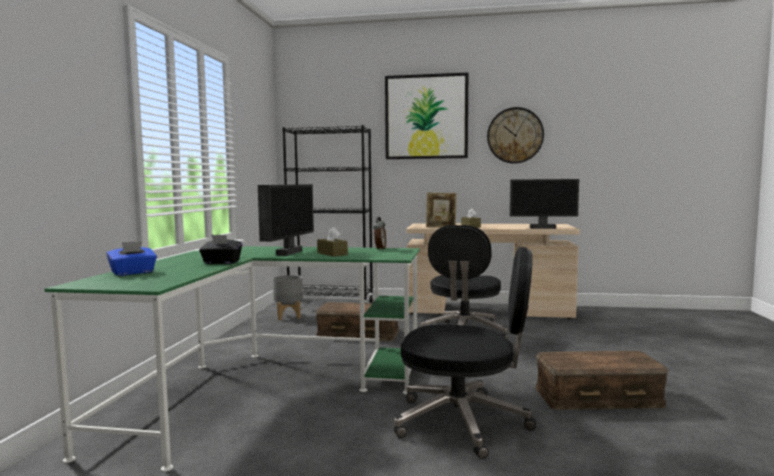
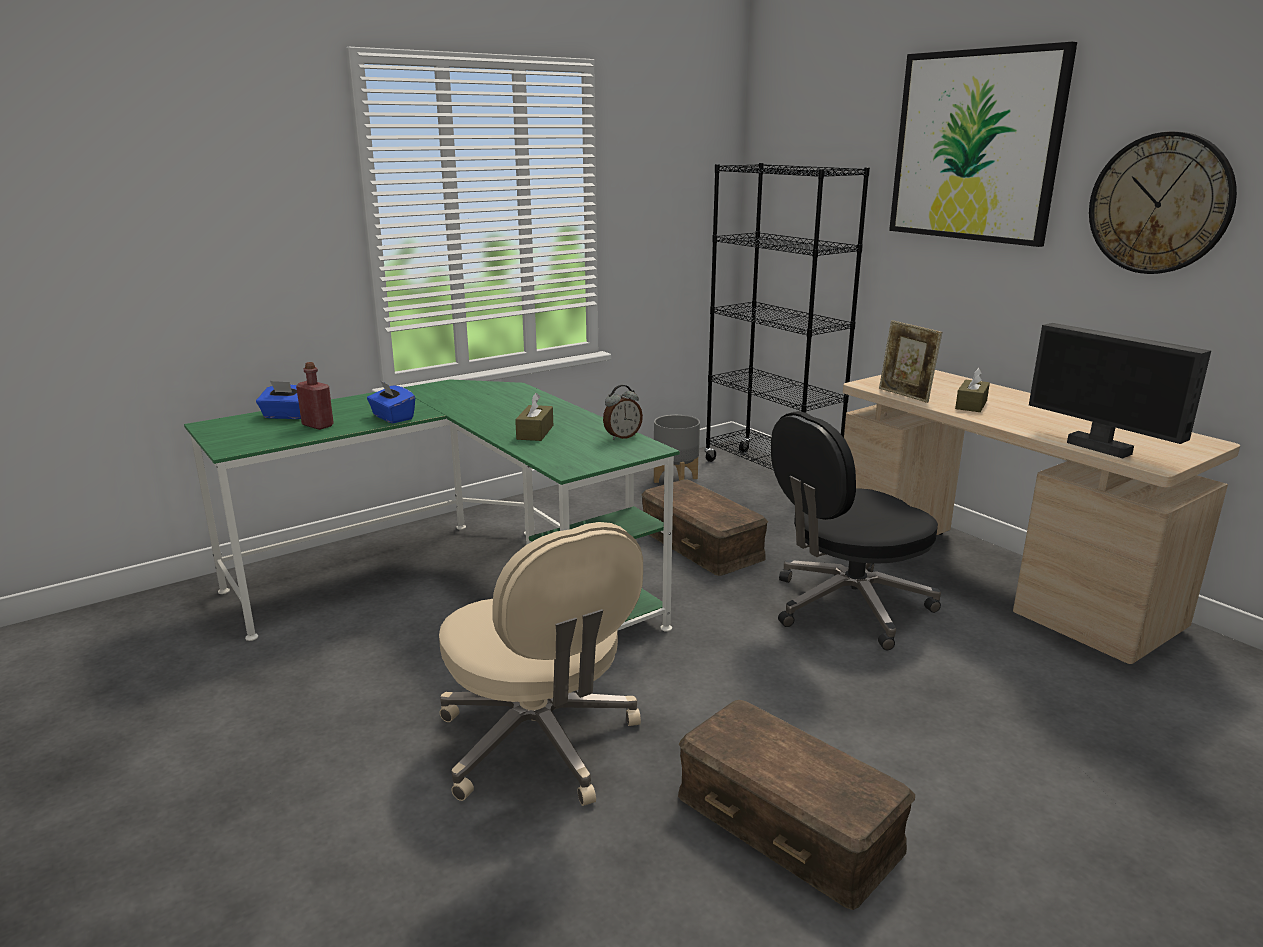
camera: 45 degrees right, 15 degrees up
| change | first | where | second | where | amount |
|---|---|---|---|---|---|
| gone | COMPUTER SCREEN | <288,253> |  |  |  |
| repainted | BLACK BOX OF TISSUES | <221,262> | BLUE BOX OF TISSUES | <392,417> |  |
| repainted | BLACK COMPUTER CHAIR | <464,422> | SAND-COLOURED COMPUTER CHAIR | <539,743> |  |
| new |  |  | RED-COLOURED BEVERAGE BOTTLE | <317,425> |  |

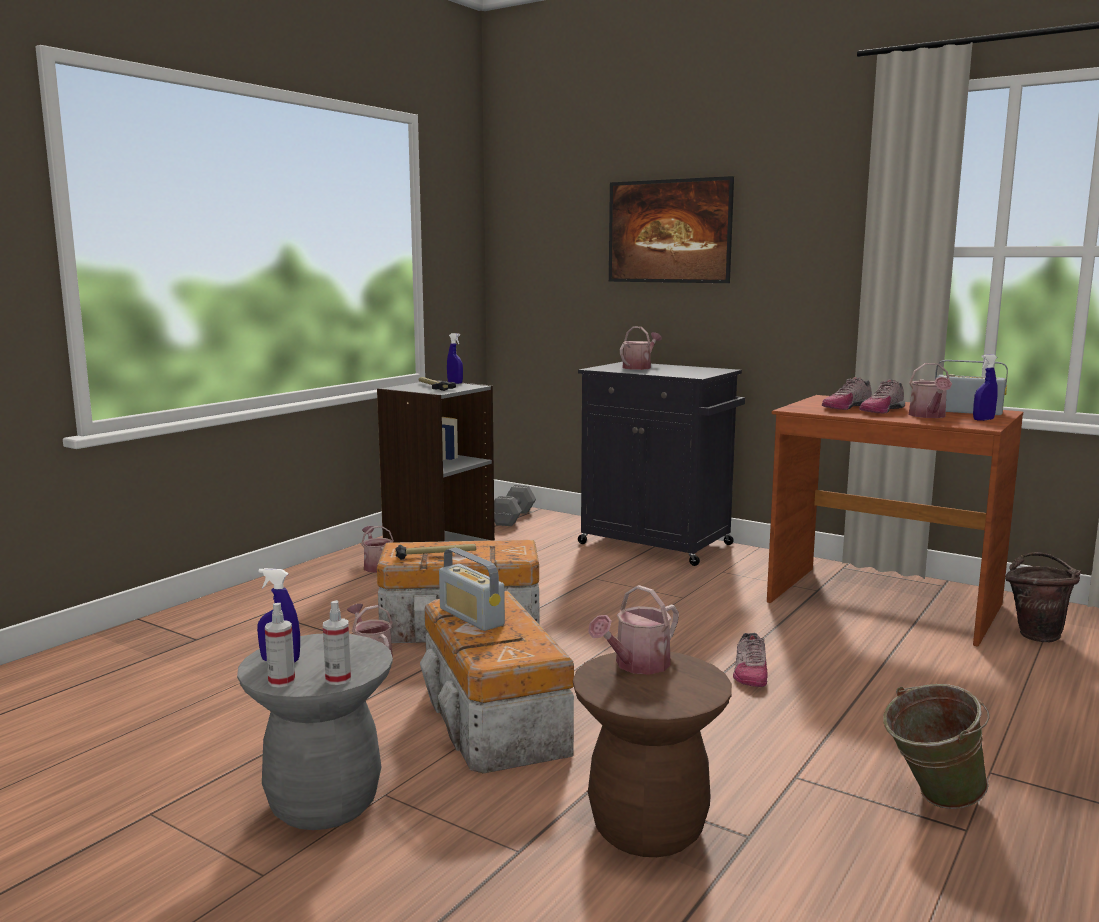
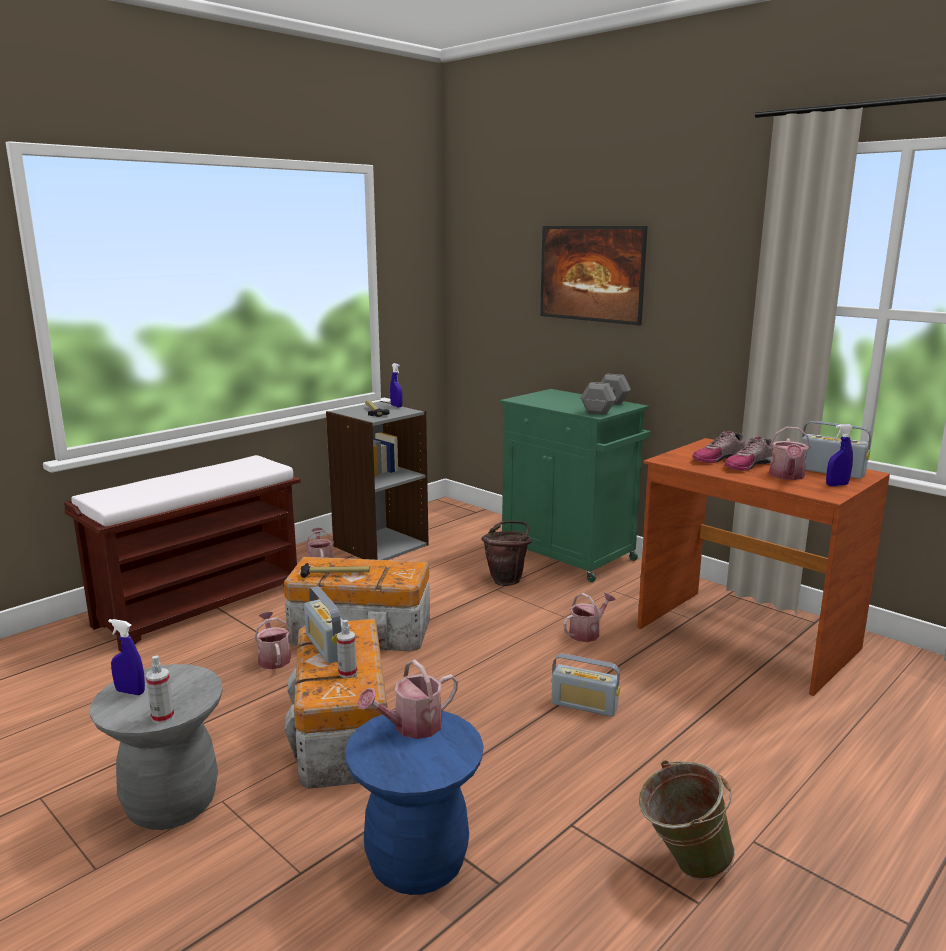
camera: 10 degrees right, 5 degrees up
| change | first | where | second | where | amount |
|---|---|---|---|---|---|
| shifted | WATERING POT | <639,367> |  | <587,633> |  |
| repainted | BLACK CABINET | <658,544> | GREENISH CABINET | <570,556> |  |
| shifted | GRAY DUMBBELL | <511,518> |  | <604,408> |  |
| shifted | BROWN-COLOURED BUCKET | <1036,634> |  | <507,579> |  |
| shifted | HAND SPRAYER | <281,681> |  | <347,673> |  |
| swapped | ITEM OF FOOTWEAR | <749,672> | RADIO RECEIVER | <584,705> |  |
| repainted | BROWN-COLOURED STOOL | <648,828> | BLUE STOOL | <417,863> |  |
| new |  |  | BROWN-COLOURED BENCH | <201,605> |  |

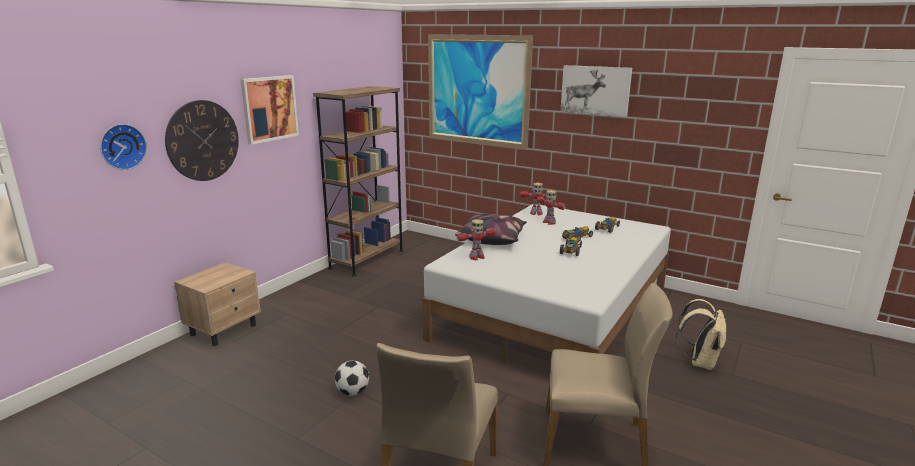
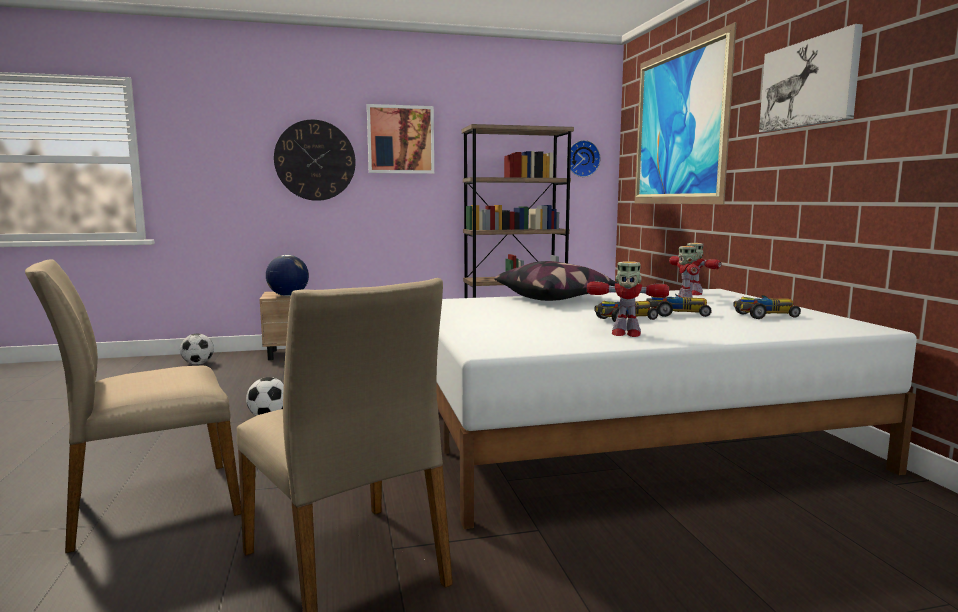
camera: 45 degrees right, 10 degrees down
| change | first | where | second | where | amount |
|---|---|---|---|---|---|
| shifted | HANGING CLOCK | <122,146> |  | <582,158> |  |
| shifted | TOY ROBOT | <476,257> |  | <625,334> |  |
| gone | SAND-COLOURED KNAPSACK | <700,362> |  |  |  |
| new |  |  | GLOBE | <288,295> |  |
| new |  |  | BALL FOR FOOTBALL | <198,364> |  |

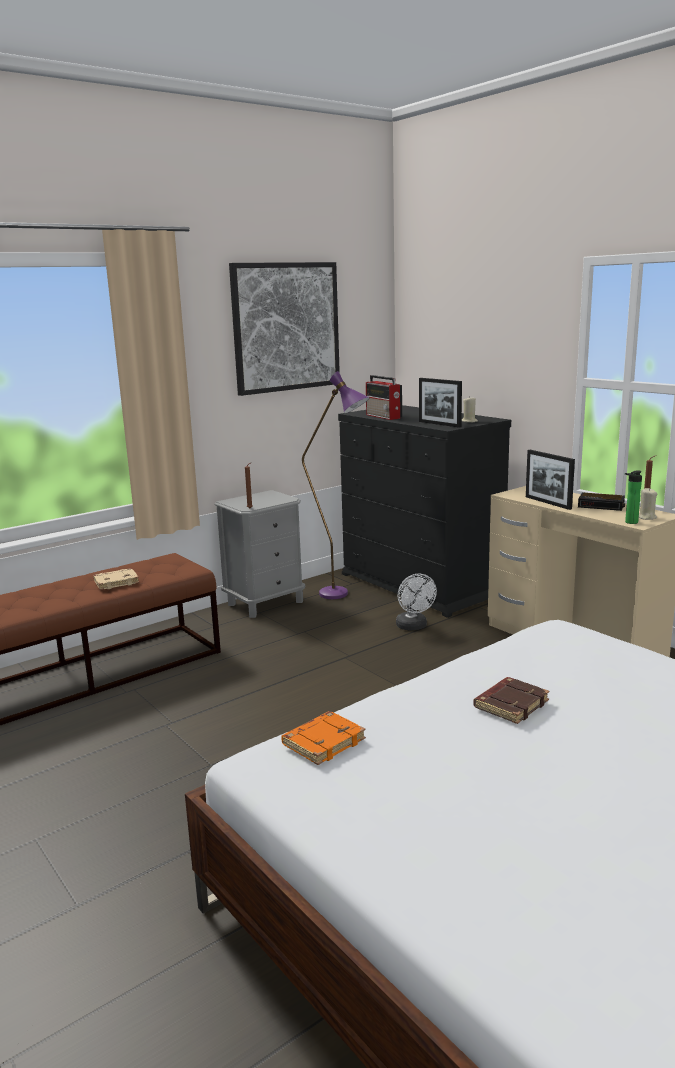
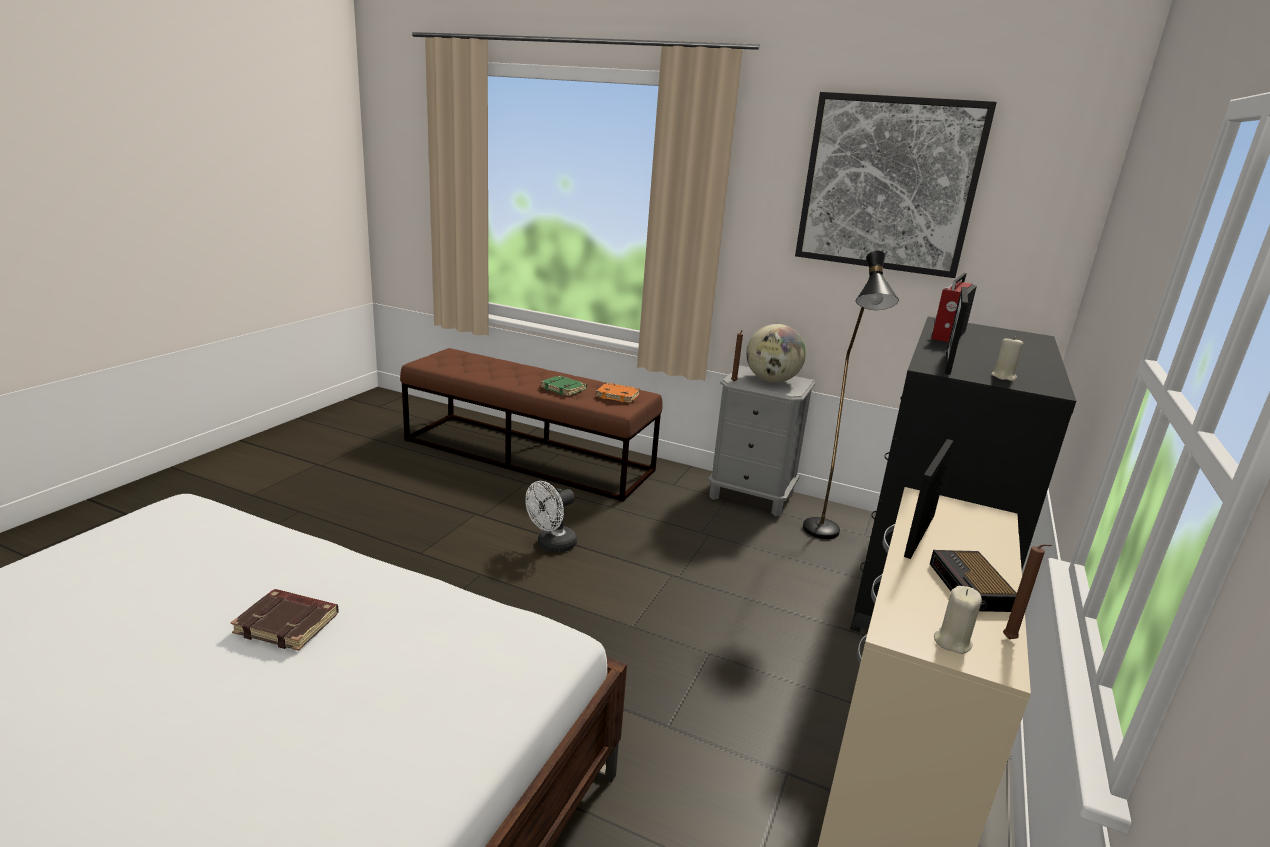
camera: 60 degrees right, 5 degrees up
| change | first | where | second | where | amount |
|---|---|---|---|---|---|
| repainted | PURPLE STANDARD LAMP | <343,595> | BLACK STANDARD LAMP | <823,537> |  |
| gone | BEVERAGE BOTTLE | <630,522> |  |  |  |
| repainted | SAND-COLOURED VOLUME | <116,582> | GREENISH VOLUME | <564,389> |  |
| shifted | WHITE-COLOURED COOLING FAN | <413,627> |  | <552,545> |  |
| shifted | ORANGE-COLOURED VOLUME | <323,742> |  | <618,396> |  |
| new |  |  | GLOBE | <771,381> |  |

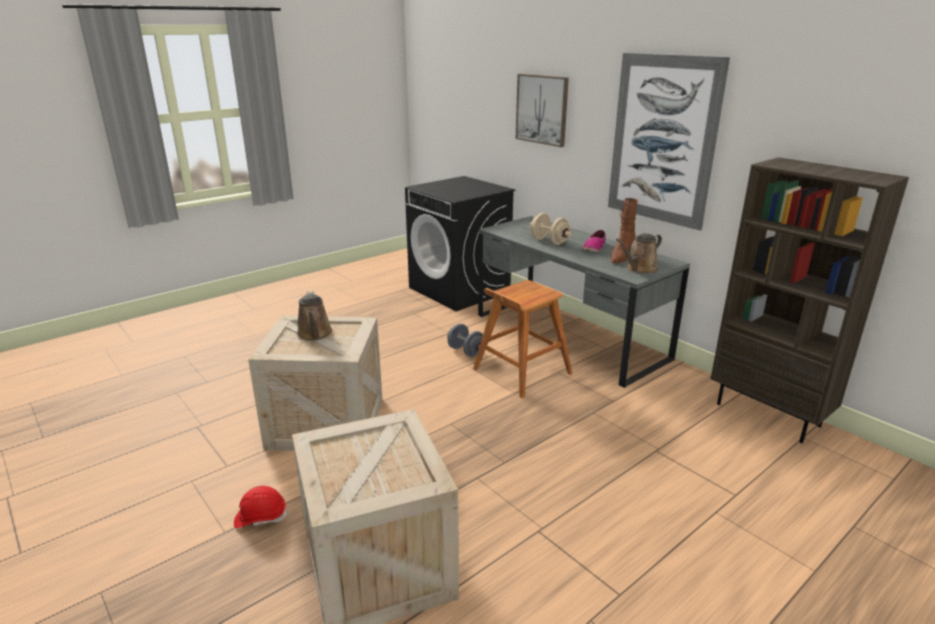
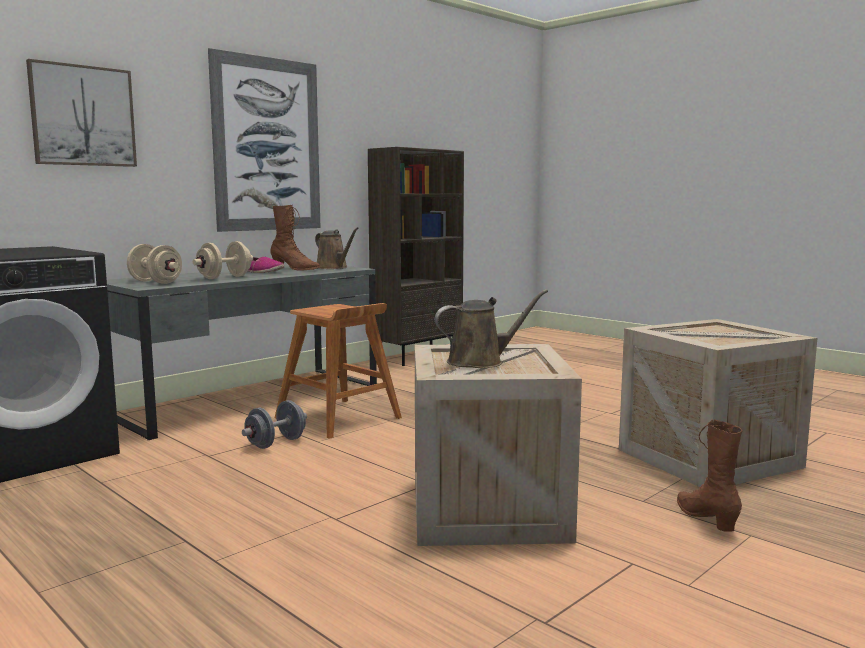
camera: 95 degrees left, 15 degrees down
| change | first | where | second | where | amount |
|---|---|---|---|---|---|
| swapped | RED-COLOURED HARD HAT | <260,517> | BROWN-COLOURED TALL BOOT | <706,519> |  |
| new |  |  | SAND-COLOURED DUMBBELL | <155,282> |  |

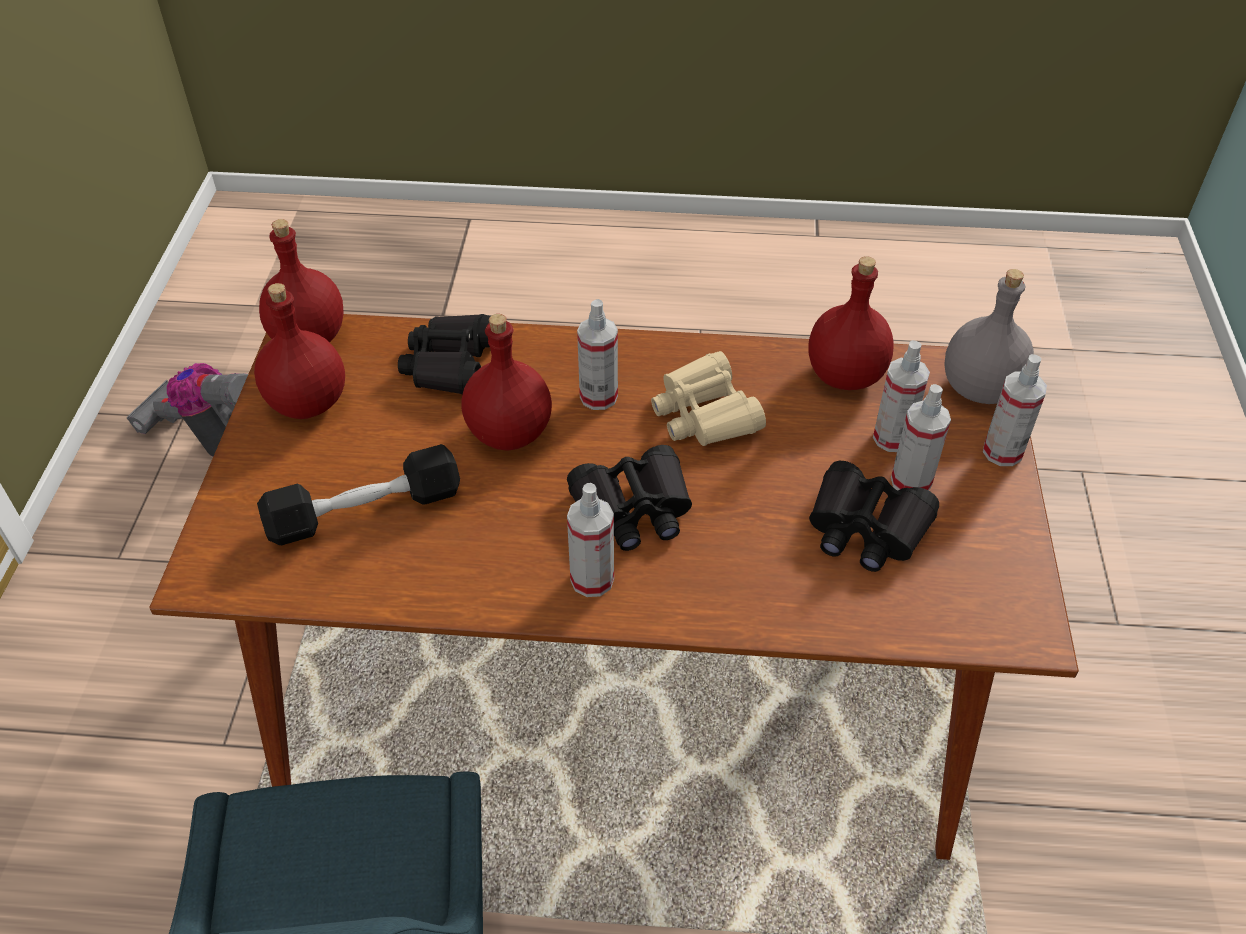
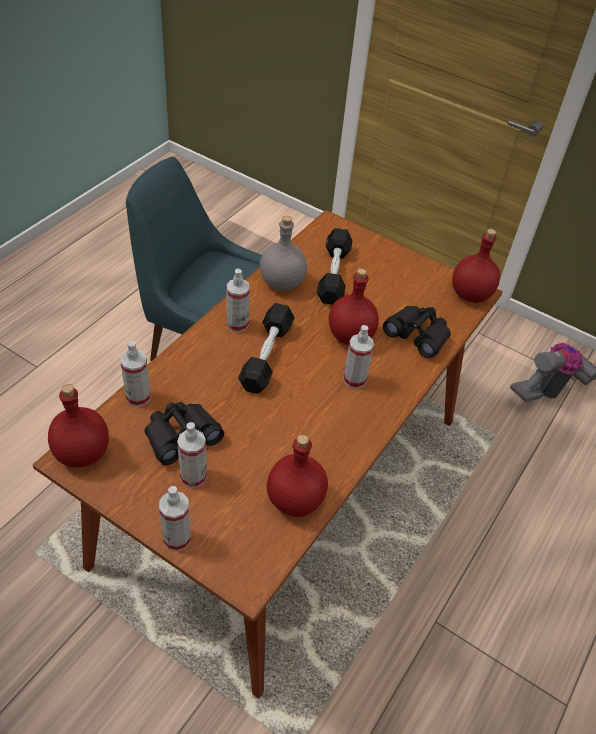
camera: 115 degrees right, 0 degrees up
| change | first | where | second | where | amount |
|---|---|---|---|---|---|
| shifted | GRAY BEVERAGE BOTTLE | <980,388> |  | <282,283> |  |
| shifted | RED-COLOURED BEVERAGE BOTTLE | <307,402> |  | <83,453> |  |
| shifted | HAND SPRAYER | <892,438> |  | <138,397> |  |
| gone | SAND-COLOURED FIELD GLASSES | <704,413> |  |  |  |
| swapped | BLACK FIELD GLASSES | <633,509> | BLACK DUMBBELL | <266,356> |  |

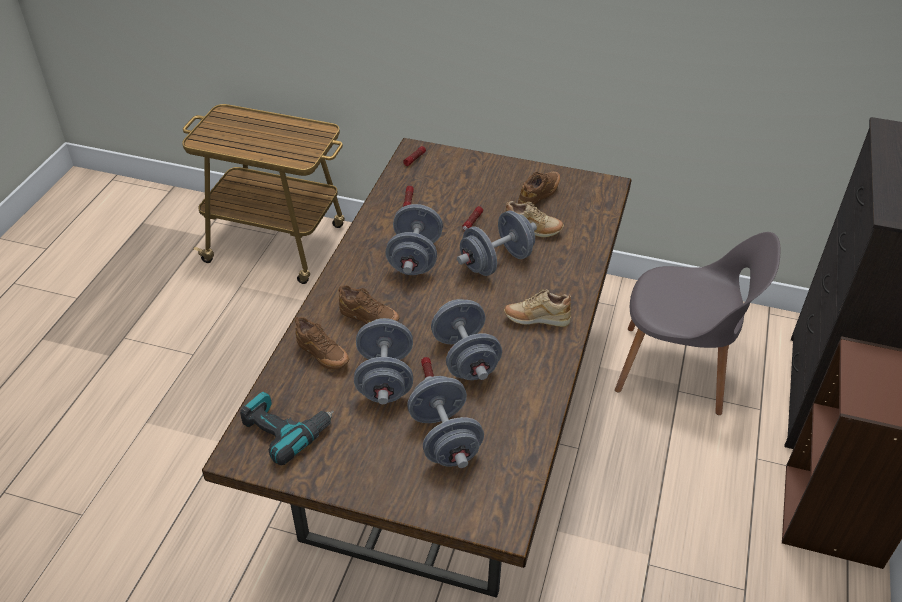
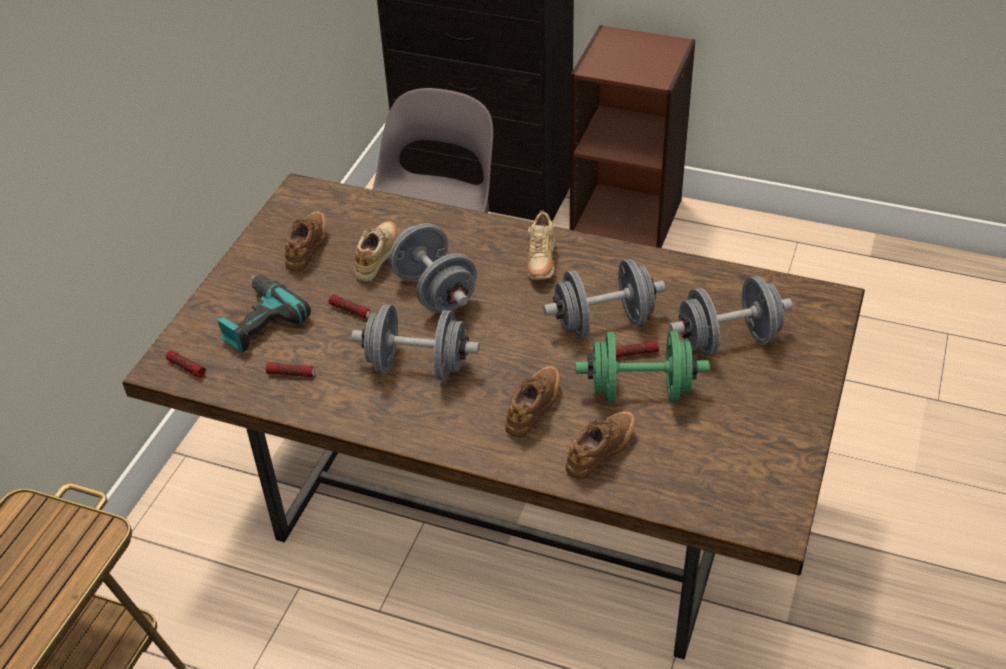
camera: 85 degrees left, 0 degrees up
| change | first | where | second | where | amount |
|---|---|---|---|---|---|
| rotated | BROWN-COLOURED ITEM OF FOOTWEAR | <539,196> |  | <308,249> | 60 degrees clockwise |
| repainted | GRAY DUMBBELL | <385,379> | GREENISH DUMBBELL | <640,391> |  |
| shifted | POWER DRILL | <286,430> |  | <258,321> |  |

